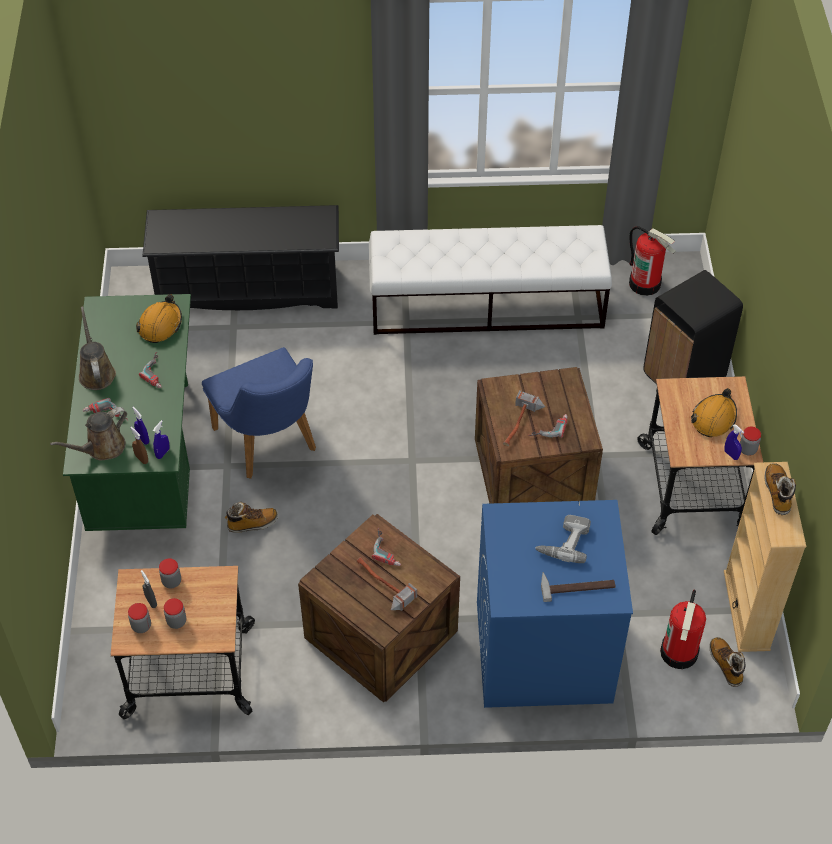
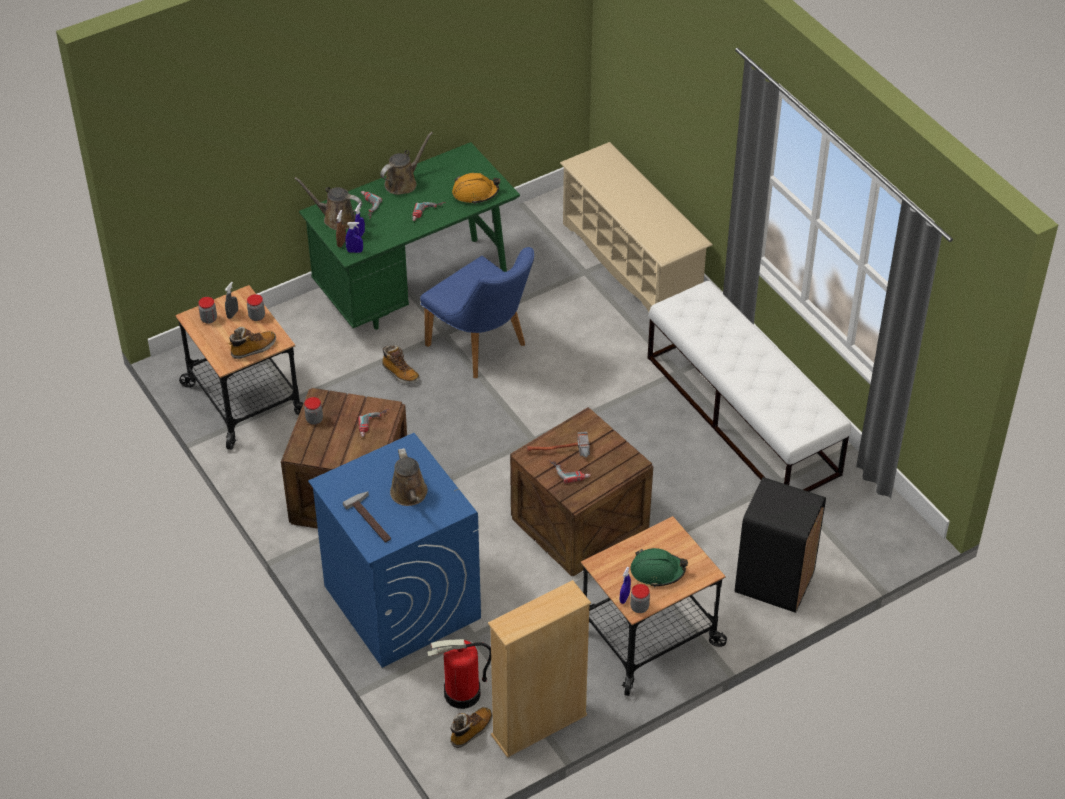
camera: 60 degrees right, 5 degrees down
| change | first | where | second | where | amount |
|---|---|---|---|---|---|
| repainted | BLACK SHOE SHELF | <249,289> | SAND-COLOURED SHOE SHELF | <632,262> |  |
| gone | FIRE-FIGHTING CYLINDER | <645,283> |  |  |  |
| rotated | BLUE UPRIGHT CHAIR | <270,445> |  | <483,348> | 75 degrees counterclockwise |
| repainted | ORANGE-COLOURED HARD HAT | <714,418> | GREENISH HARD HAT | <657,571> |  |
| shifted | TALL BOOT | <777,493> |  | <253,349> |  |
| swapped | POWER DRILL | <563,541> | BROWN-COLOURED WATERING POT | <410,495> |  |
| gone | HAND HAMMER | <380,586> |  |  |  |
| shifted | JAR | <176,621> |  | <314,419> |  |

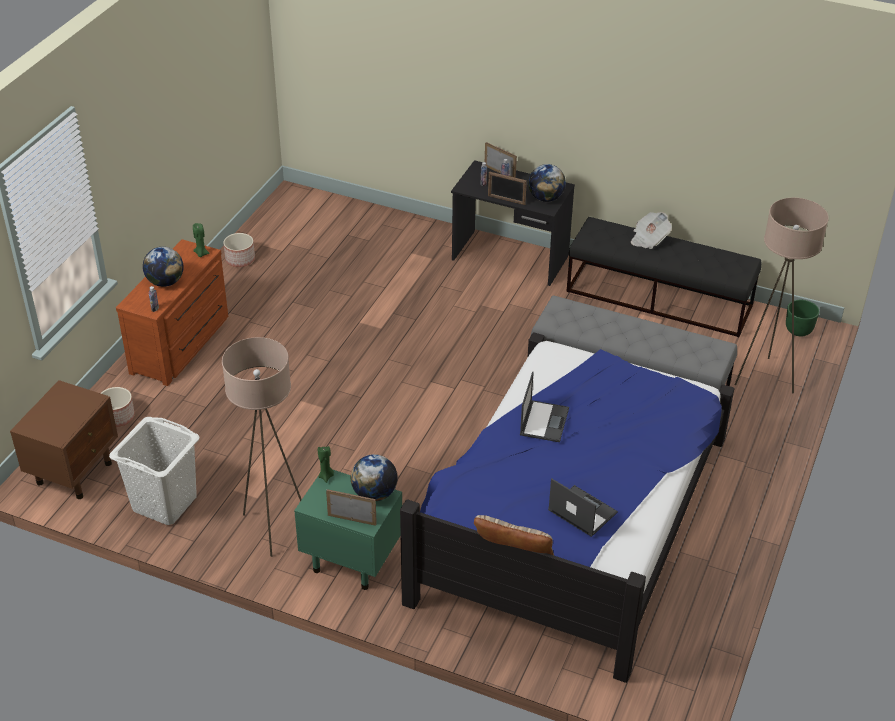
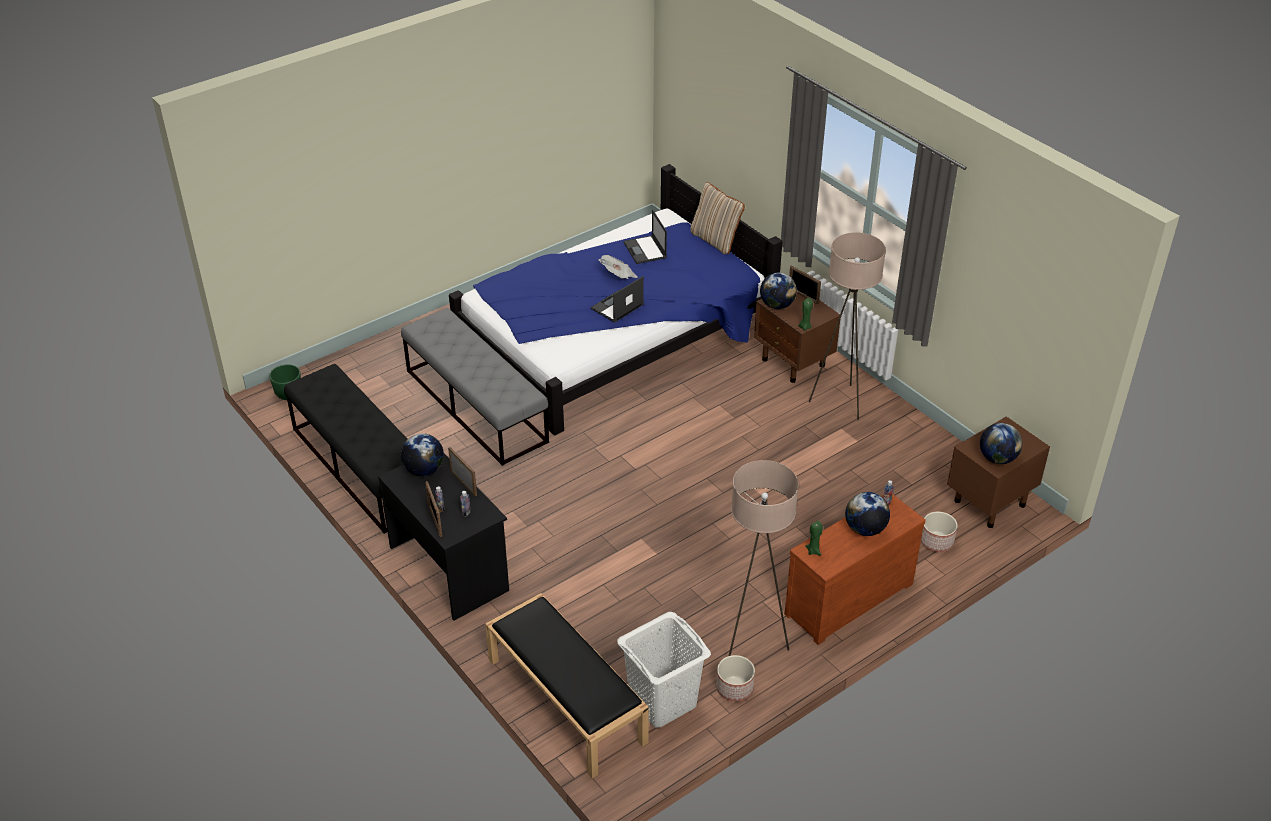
camera: 150 degrees left, 0 degrees up
| change | first | where | second | where | amount |
|---|---|---|---|---|---|
| shifted | SAND-COLOURED STANDARD LAMP | <765,378> |  | <751,643> |  |
| shifted | NEWSPAPER | <649,239> |  | <618,276> |  |
| shifted | WHITE-COLOURED HAMPER | <164,503> |  | <663,701> |  |
| repainted | GREENISH NIGHT TABLE | <350,560> | BROWN-COLOURED NIGHT TABLE | <794,363> |  |
| new |  |  | GLOBE | <997,458> |  |
| new |  |  | BLACK BENCH | <565,700> |  |

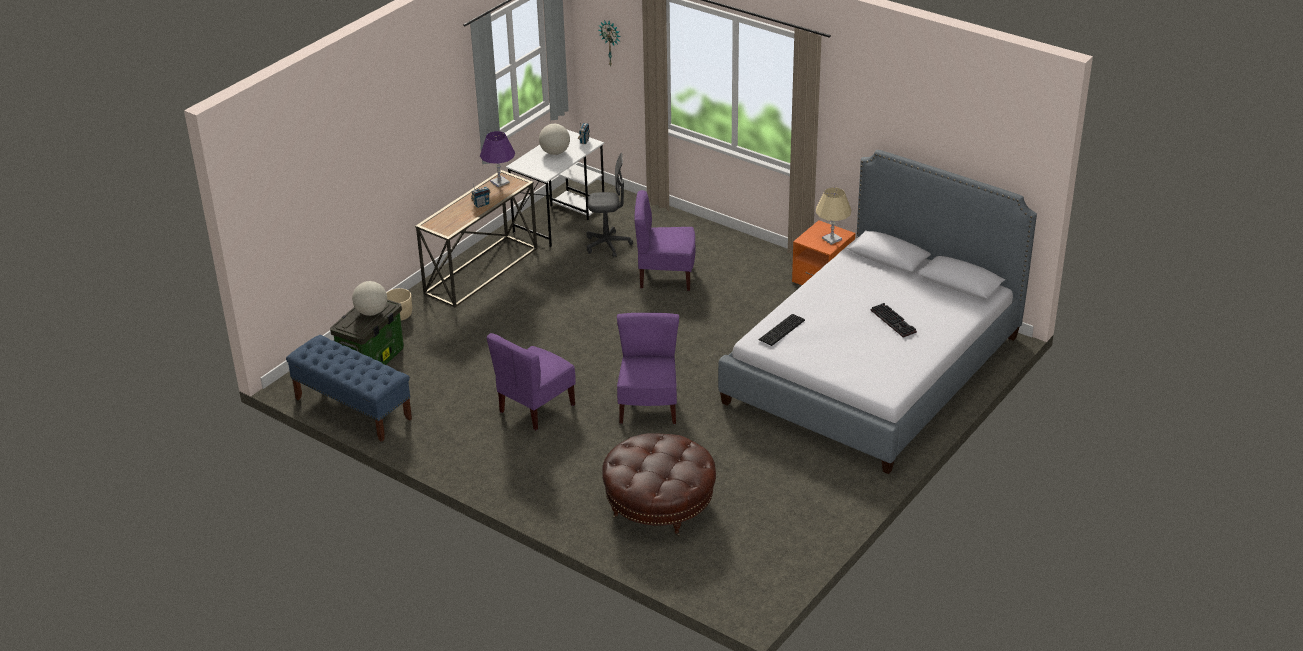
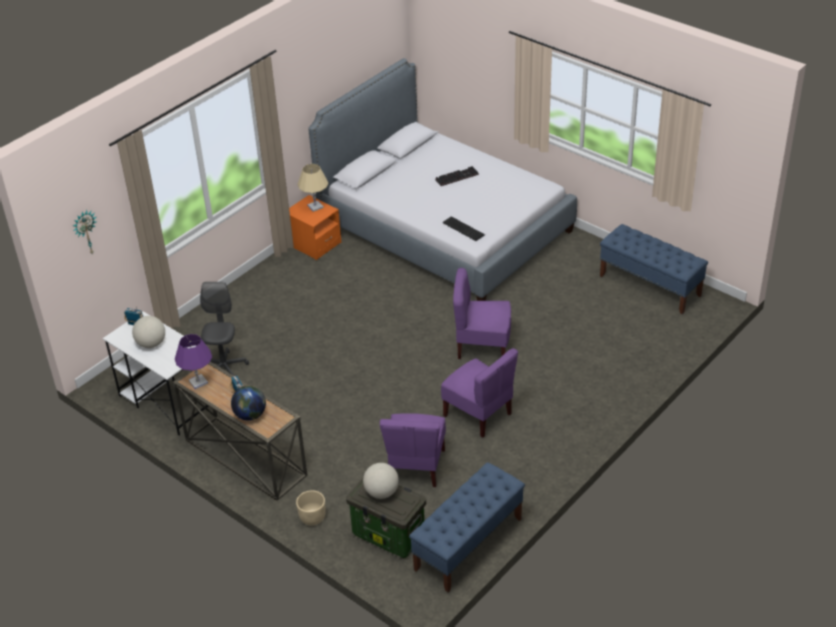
camera: 85 degrees left, 5 degrees up
| change | first | where | second | where | amount |
|---|---|---|---|---|---|
| shifted | PURPLE UPRIGHT CHAIR | <665,277> |  | <416,467> |  |
| gone | BROWN-COLOURED POUFFE | <659,505> |  |  |  |
| new |  |  | BLUE BENCH | <650,285> |  |
| new |  |  | GLOBE | <250,415> |  |

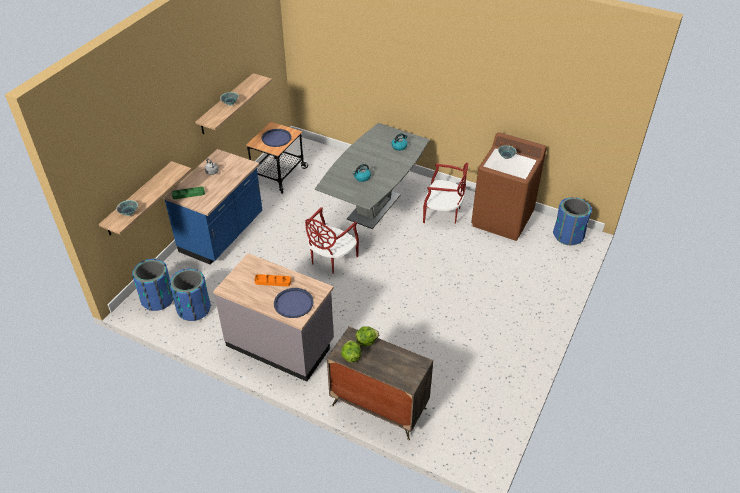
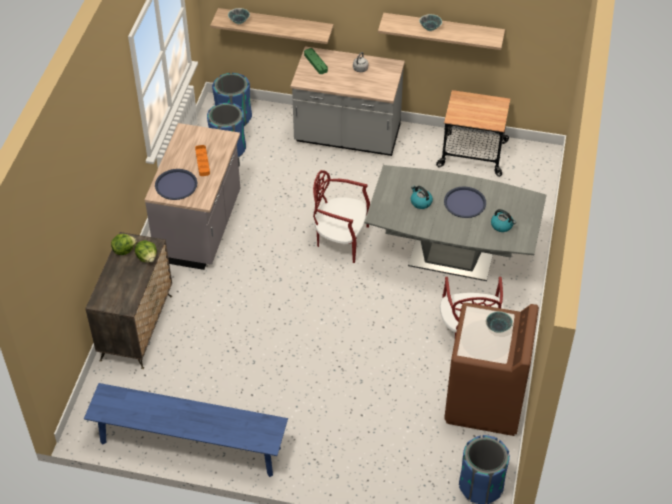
camera: 75 degrees right, 5 degrees up
| change | first | where | second | where | amount |
|---|---|---|---|---|---|
| shifted | BLUE SERVING TRAY | <276,138> |  | <465,203> |  |
| repainted | BLUE KITCHEN BASE UNIT | <222,234> | GRAY KITCHEN BASE UNIT | <347,136> |  |
| new |  |  | BLUE BENCH | <190,445> |  |

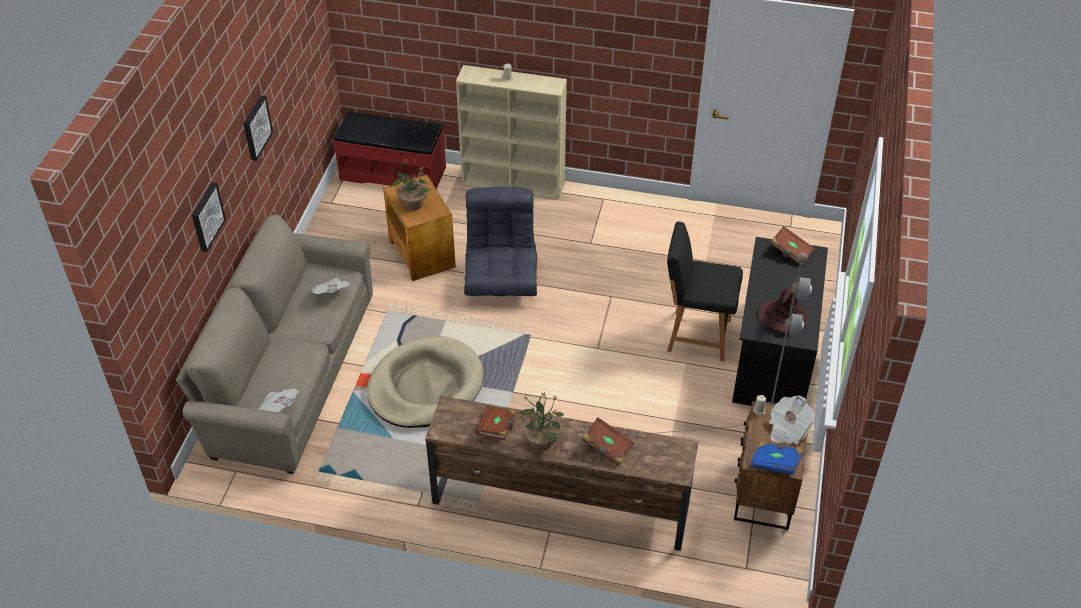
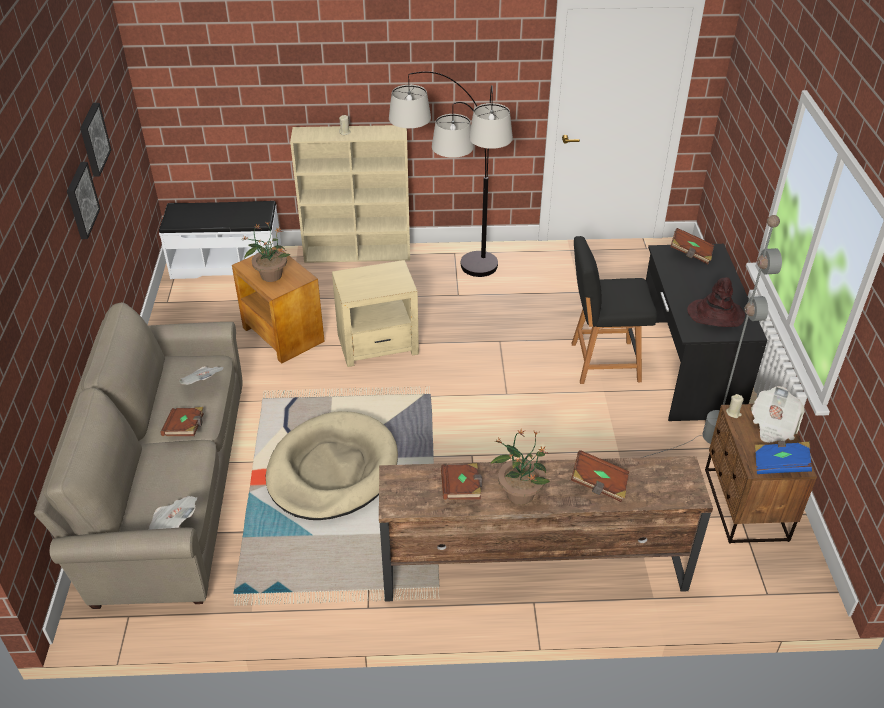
camera: 15 degrees left, 5 degrees down
| change | first | where | second | where | amount |
|---|---|---|---|---|---|
| repainted | RED-COLOURED BENCH | <393,173> | WHITE-COLOURED BENCH | <227,263> |  |
| shifted | PICTURE | <206,216> |  | <93,139> |  |
| swapped | GRAY EASY CHAIR | <501,279> | SAND-COLOURED SIDE TABLE | <378,344> |  |
| new |  |  | STANDARD LAMP | <459,291> |  |
| new |  |  | BROWN-COLOURED VOLUME | <185,429> |  |

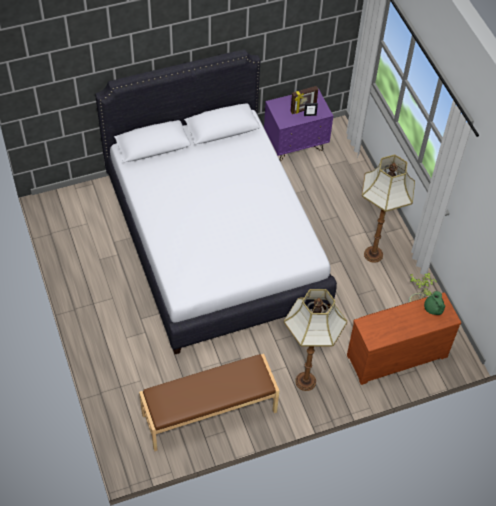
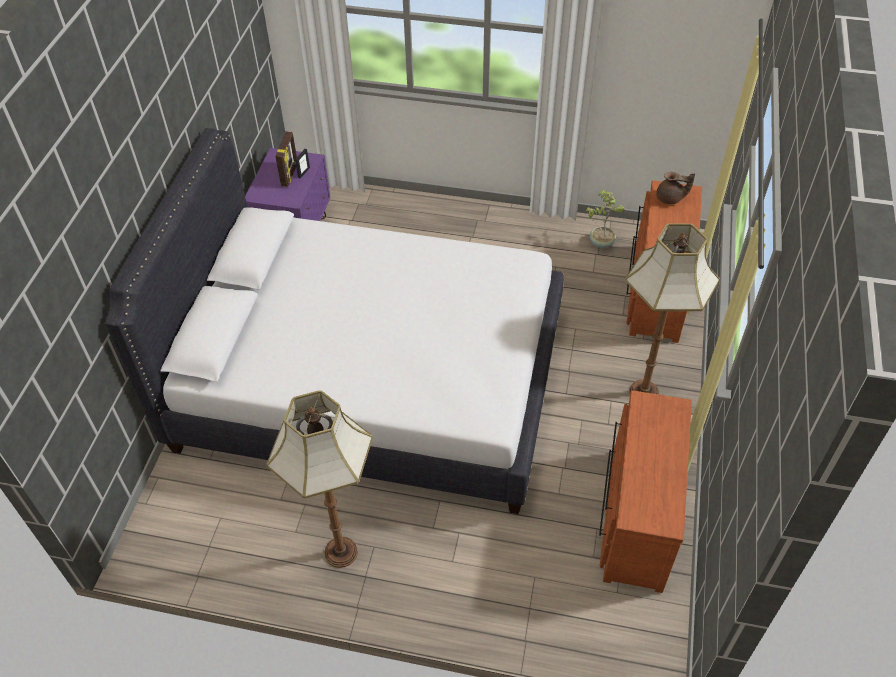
camera: 55 degrees left, 5 degrees down
| change | first | where | second | where | amount |
|---|---|---|---|---|---|
| shifted | STANDARD LAMP | <373,255> |  | <341,553> |  |
| repainted | GREENISH TEAPOT | <433,309> | BROWN-COLOURED TEAPOT | <670,199> |  |
| swapped | BROWN-COLOURED BENCH | <209,413> | BROWN-COLOURED DRAWER CHEST | <634,518> |  |

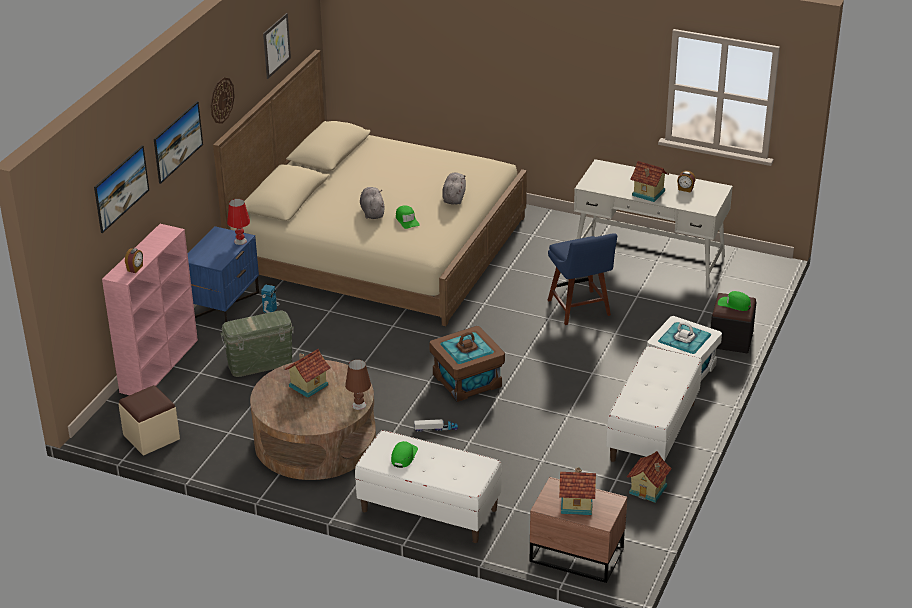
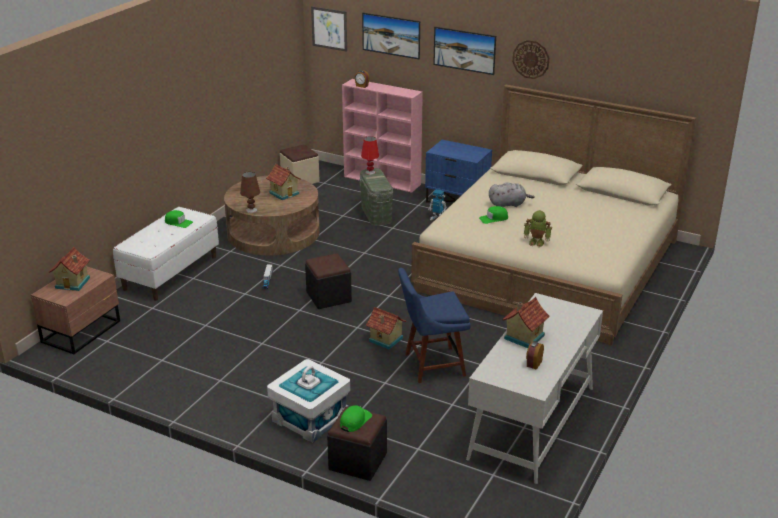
camera: 95 degrees right, 5 degrees down
| change | first | where | second | where | amount |
|---|---|---|---|---|---|
| shifted | PICTURE | <276,45> |  | <329,28> |  |
| swapped | GRAY SOFT TOY | <454,197> | TOY ROBOT | <537,242> |  |
| shifted | RED-COLOURED TABLE LAMP | <240,241> |  | <370,172> |  |
| swapped | BROWN-COLOURED STORAGE BOX | <467,381> | BLACK POUFFE | <328,297> |  |
| gone | WHITE-COLOURED BENCH | <653,432> |  |  |  |
| shifted | MODEL HOUSE | <649,490> |  | <385,340> |  |

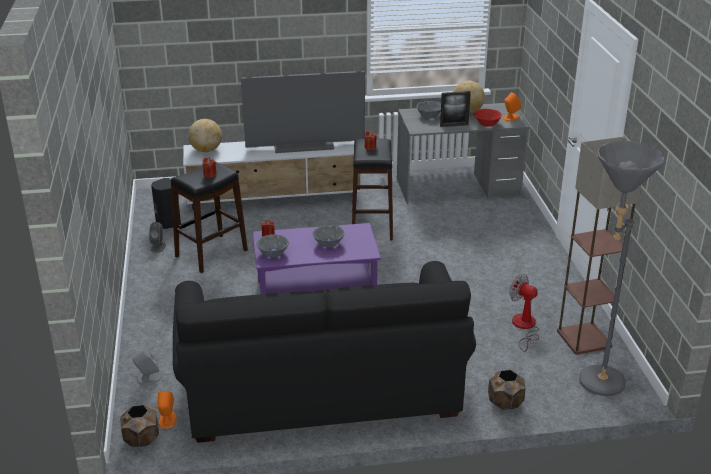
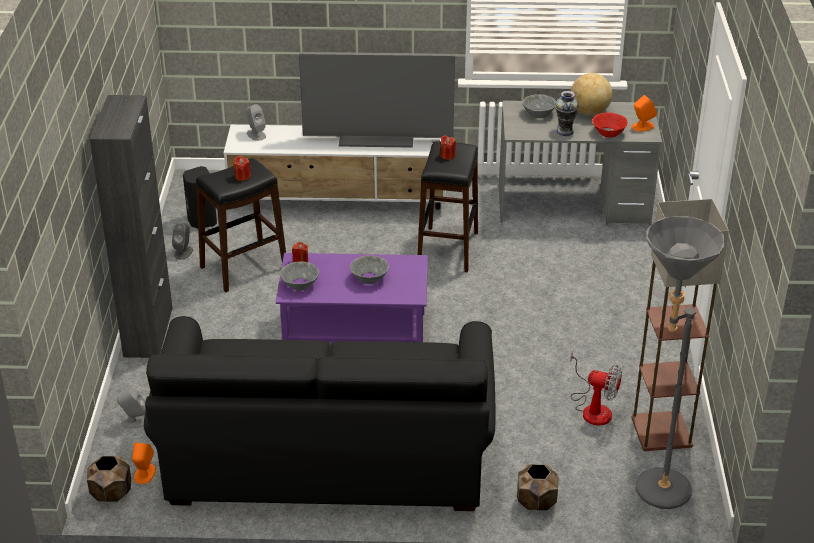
camera: 10 degrees right, 5 degrees up
| change | first | where | second | where | amount |
|---|---|---|---|---|---|
| swapped | PHOTO FRAME | <454,125> | DECORATIVE VASE | <565,131> |  |
| swapped | GLOBE | <206,150> | GRAY AUDIO SPEAKER | <256,134> |  |
| rotated | COOLING FAN | <524,327> |  | <593,408> | 150 degrees clockwise |
| new |  |  | BLACK CABINET | <148,332> |  |

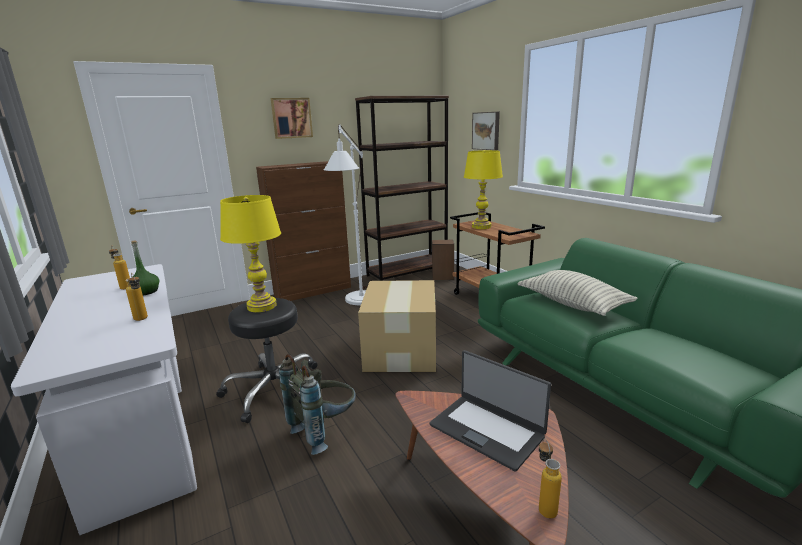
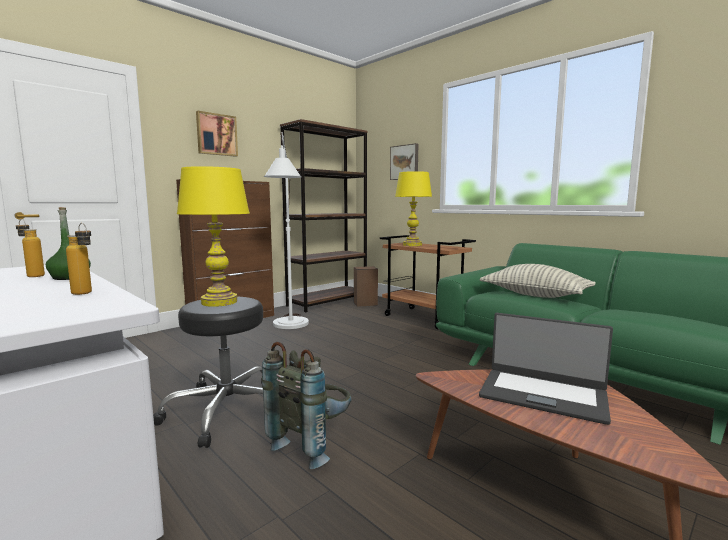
camera: 15 degrees left, 10 degrees down
| change | first | where | second | where | amount |
|---|---|---|---|---|---|
| gone | CARDBOARD BOX | <402,349> |  |  |  |
| gone | BEVERAGE BOTTLE | <544,505> |  |  |  |

